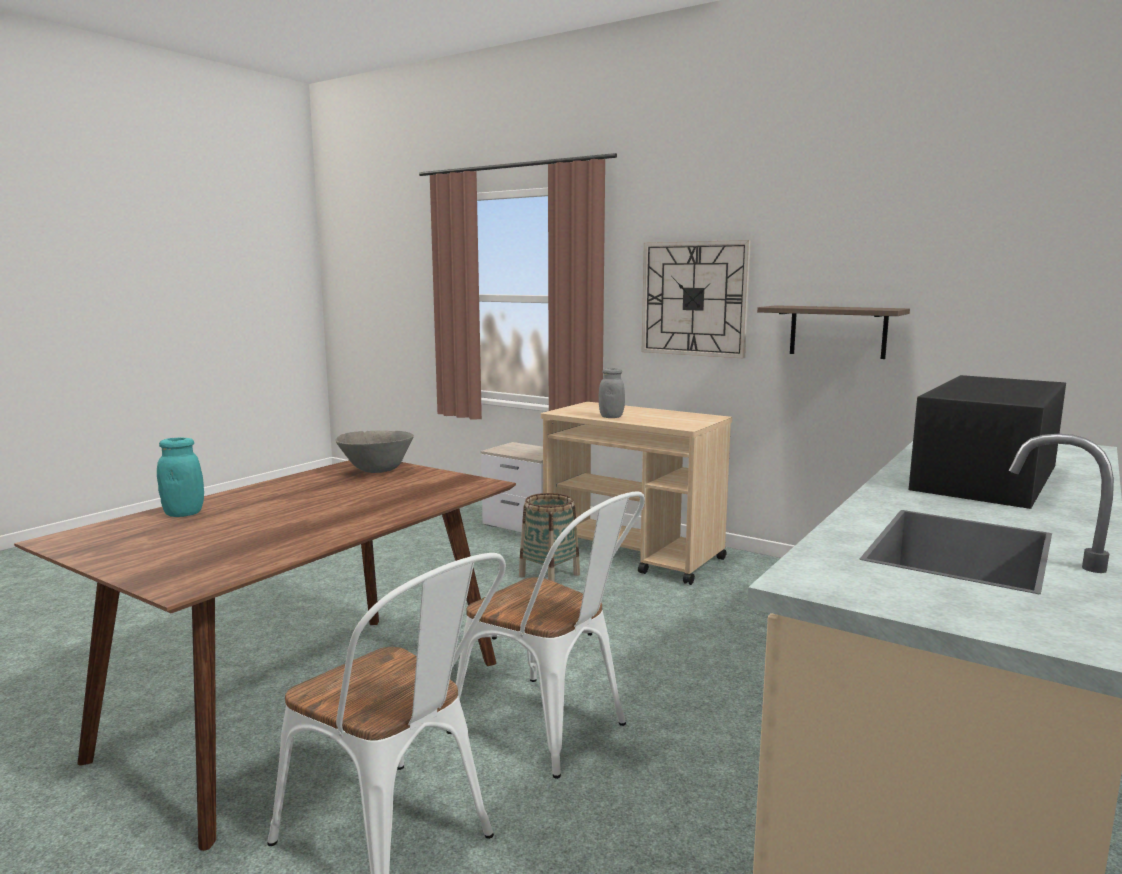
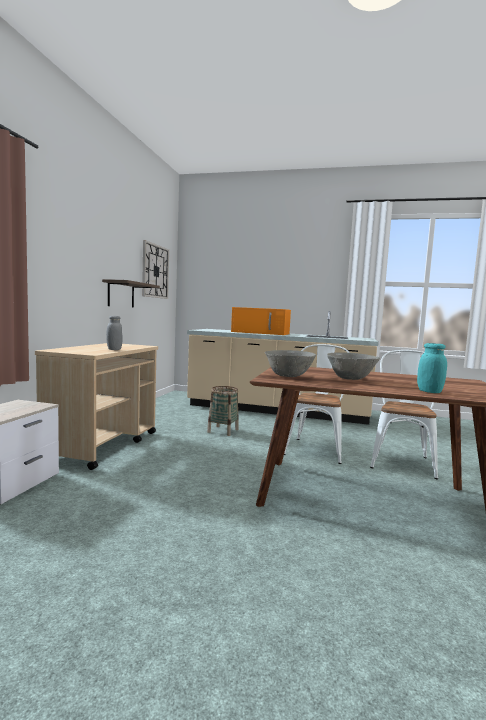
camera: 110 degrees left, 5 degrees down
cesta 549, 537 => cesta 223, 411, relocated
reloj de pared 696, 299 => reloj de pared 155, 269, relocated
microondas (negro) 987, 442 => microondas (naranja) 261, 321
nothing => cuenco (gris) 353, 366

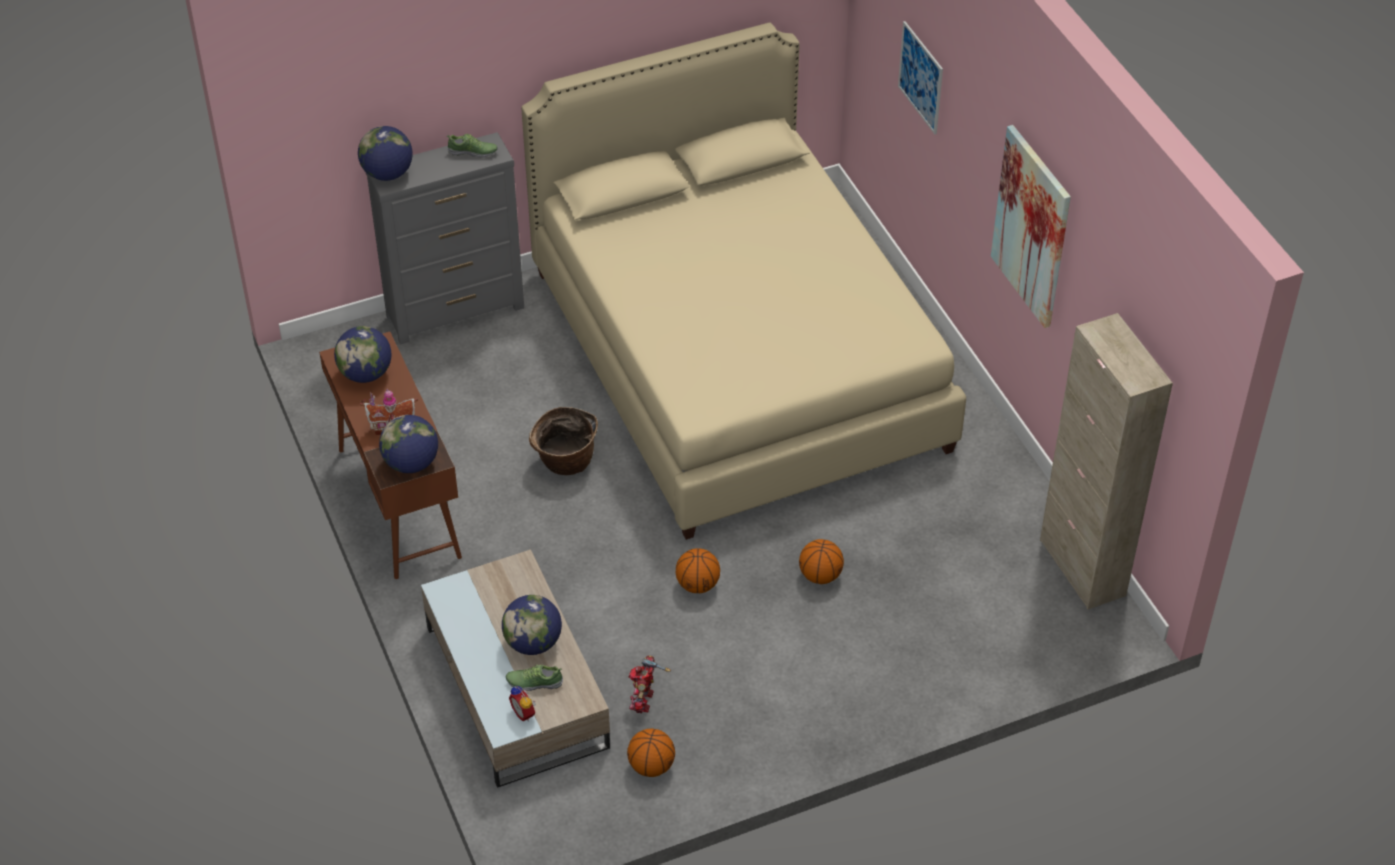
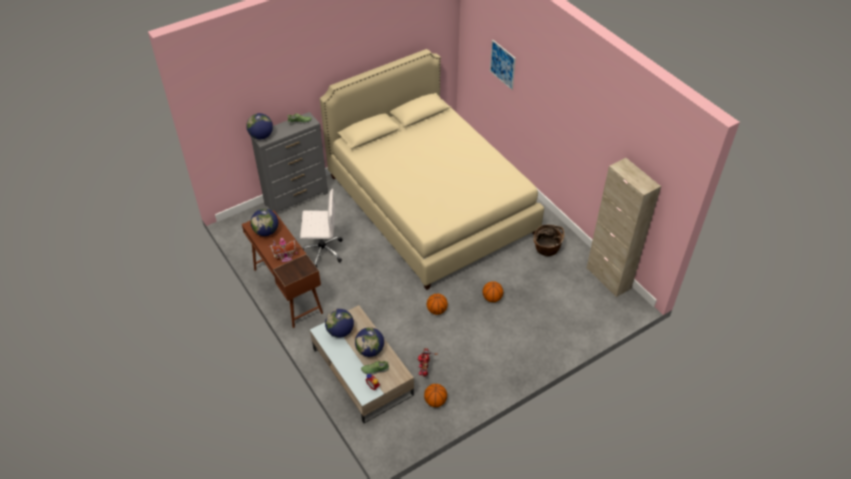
camera: 10 degrees left, 0 degrees up
globo terráqueo 408, 444 => globo terráqueo 339, 323, relocated
cesta 563, 441 => cesta 548, 240, relocated
cuadro 1031, 226 => nothing
nothing => silla de oficina (blanco) 321, 228

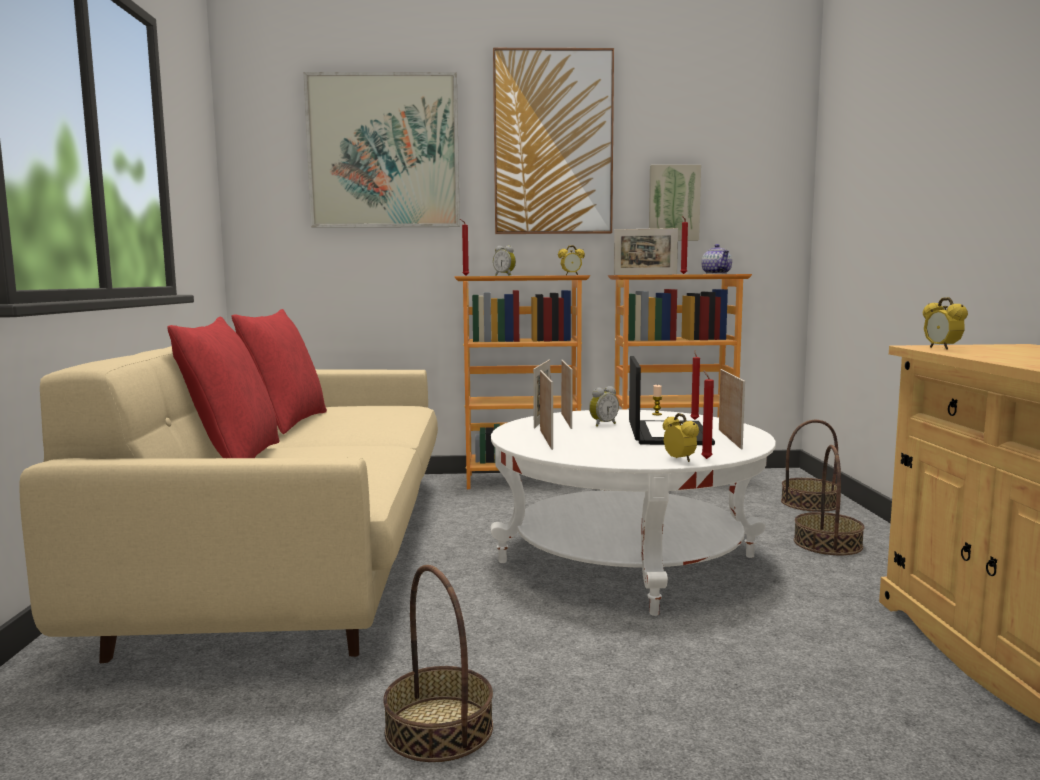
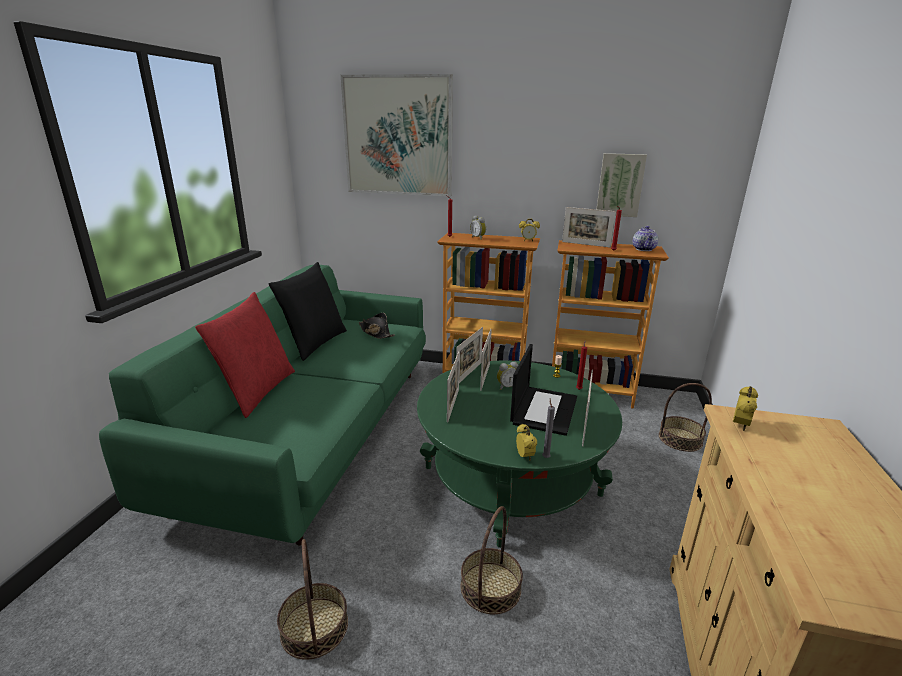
camera: 15 degrees right, 15 degrees up
sofá (beis) 229, 504 => sofá (verde) 262, 405
cojín (rojo) 279, 371 => cojín (negro) 308, 311
mesa de centro (blanco) 633, 513 => mesa de centro (verde) 519, 454
cuadro 553, 141 => nothing
vela (rojo) 707, 414 => vela (gris) 548, 428
cesta 829, 500 => cesta 492, 560, relocated
despertador 945, 323 => despertador 745, 408, 150 degrees counterclockwise
nothing => sombrero (negro) 377, 326

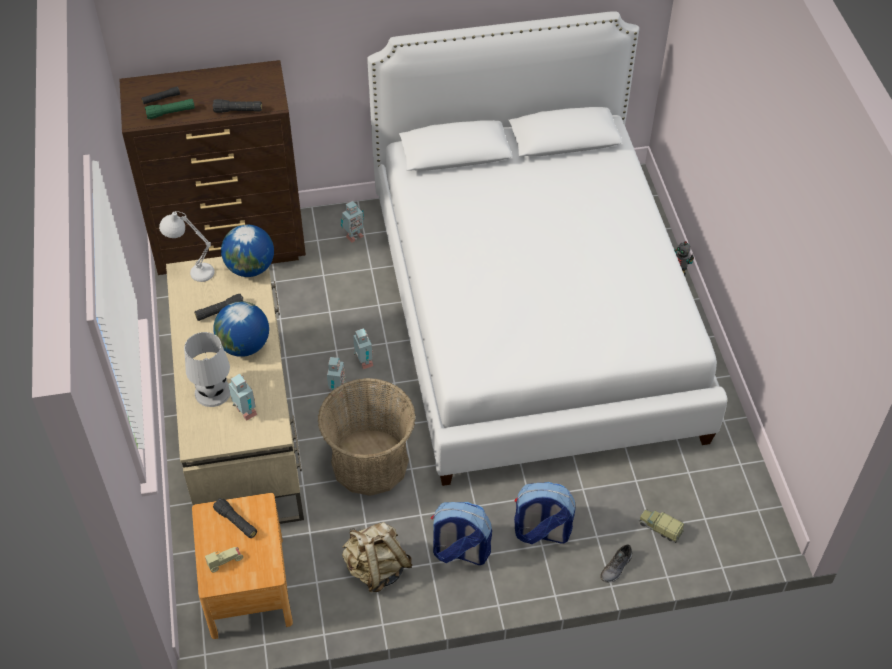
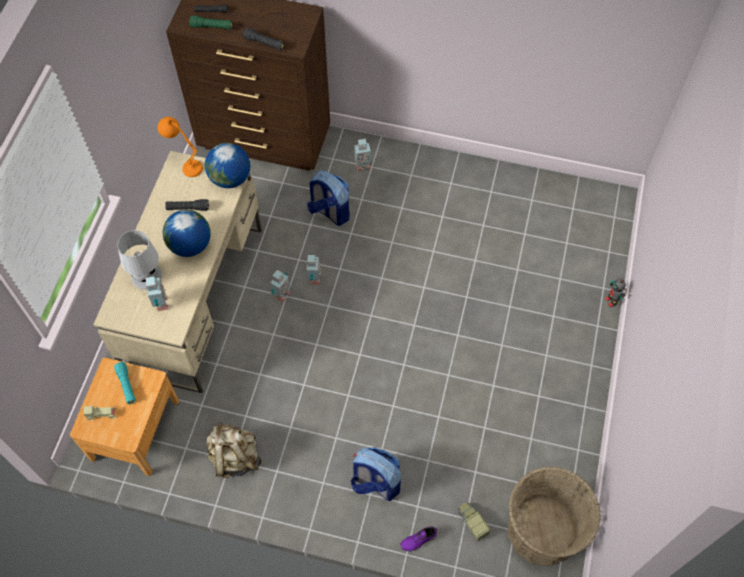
camera: 25 degrees right, 10 degrees up
lámpara de mesa (blanco) 187, 246 => lámpara de mesa (naranja) 180, 147
linterna (negro) 235, 518 => linterna (turquesa) 125, 383
cesta 367, 437 => cesta 554, 516, relocated
cama (blanco) 547, 248 => nothing
mochila 461, 533 => mochila 328, 198, relocated
zapato (gris) 616, 564 => zapato (morado) 419, 539

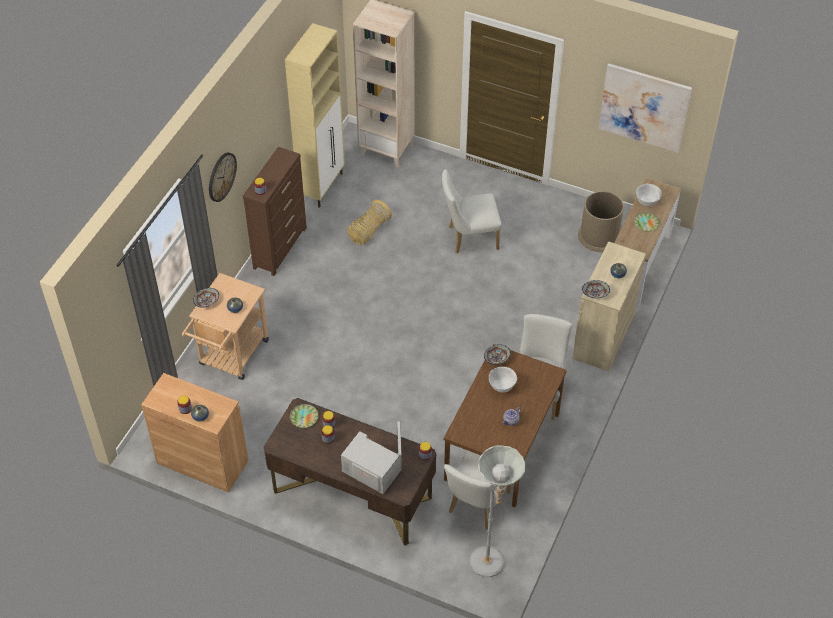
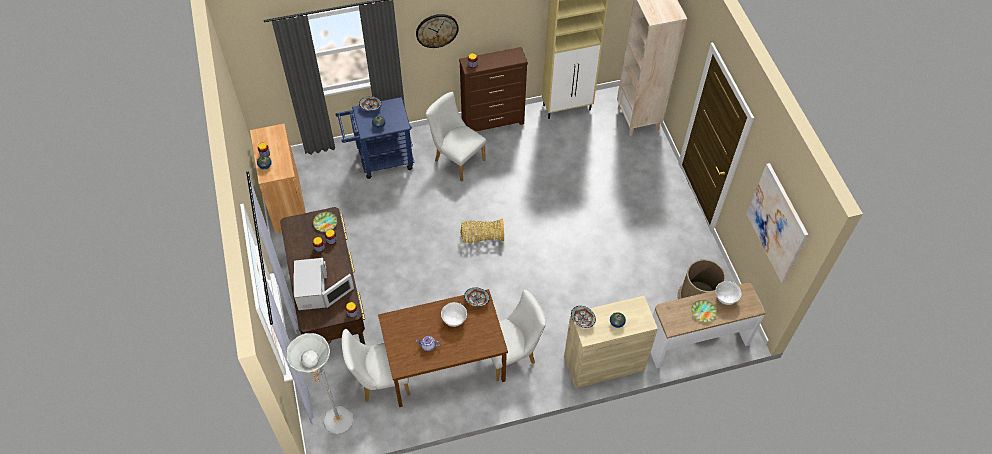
camera: 50 degrees right, 5 degrees up
carrito (beis) 225, 326 => carrito (azul) 375, 138
cesta 369, 222 => cesta 482, 230, relocated
silla (blanco) 472, 211 => silla (blanco) 456, 137, relocated

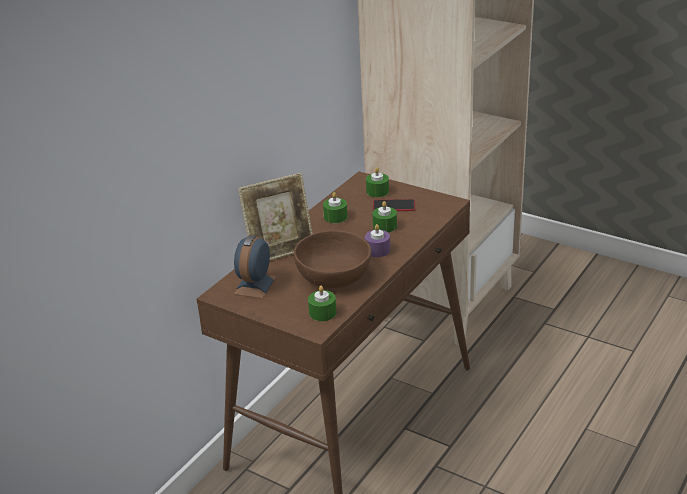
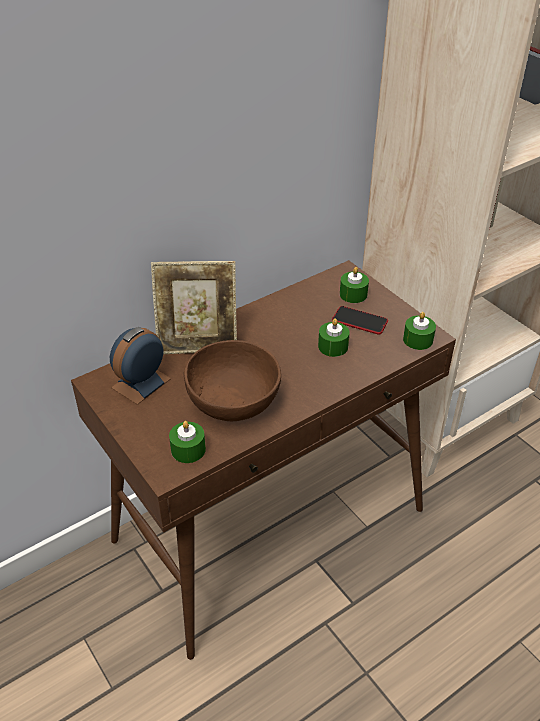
camera: 20 degrees right, 10 degrees up
vela (verde) 335, 207 => vela (verde) 419, 331, relocated
vela (morado) 377, 240 => nothing

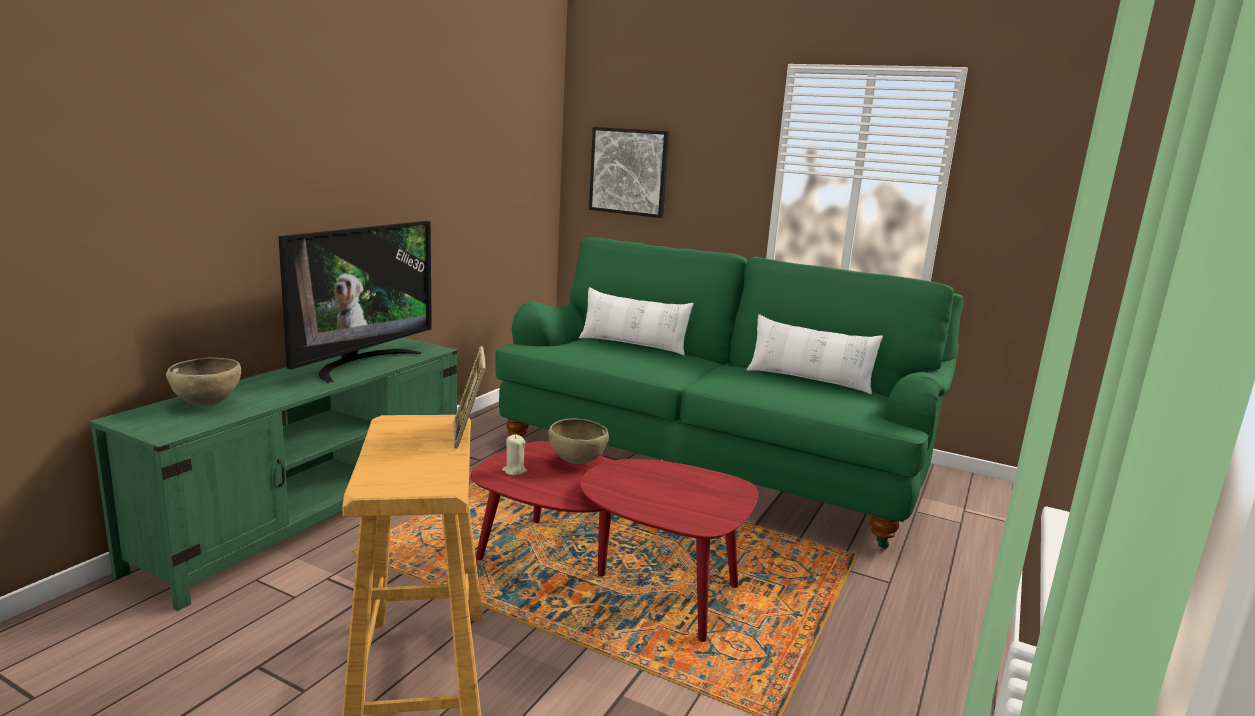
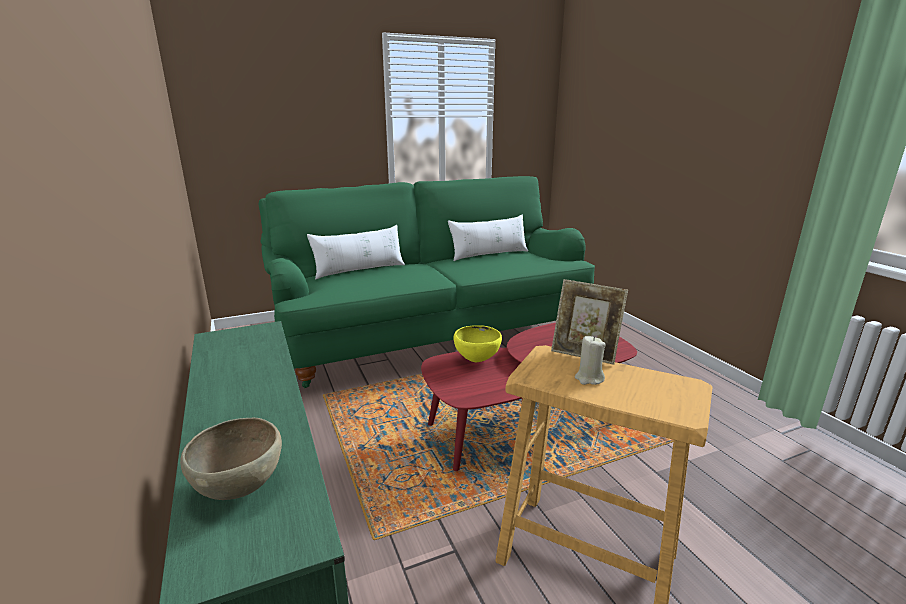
camera: 50 degrees left, 5 degrees up
televisor 355, 302 => nothing
vela (beis) 514, 454 => vela (beis) 590, 360, relocated
cuenco (marrón) 578, 441 => cuenco (amarillo) 477, 343
cuadro 629, 172 => nothing

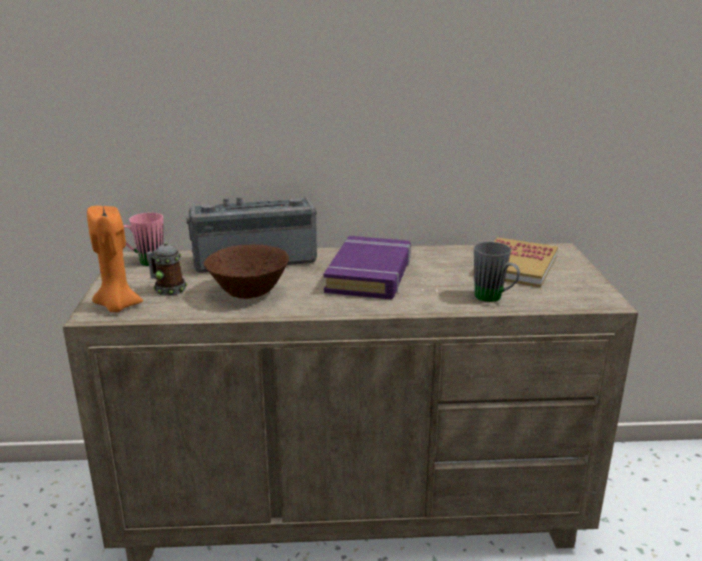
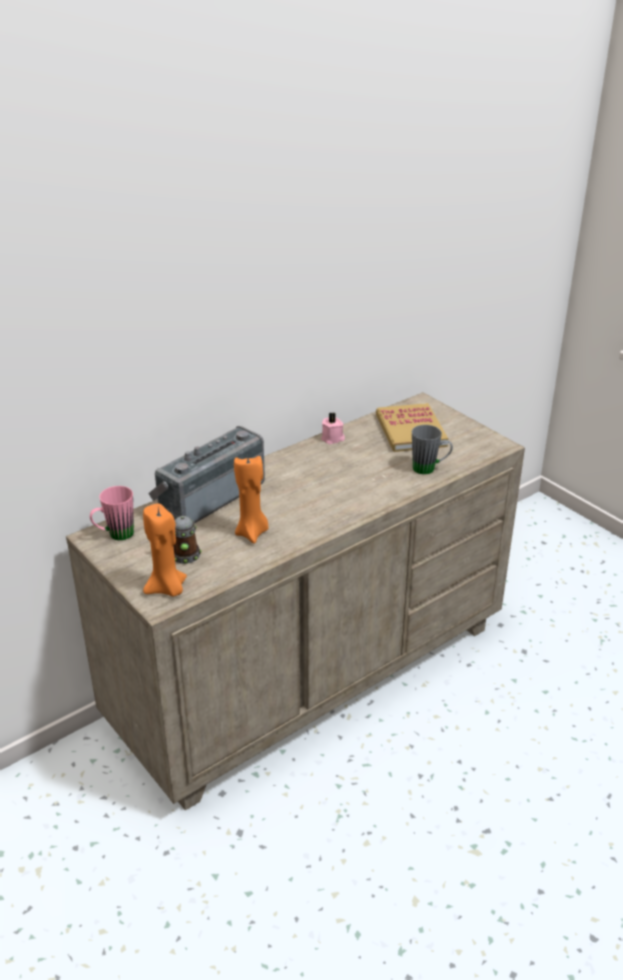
camera: 35 degrees left, 10 degrees up
cuenco (marrón) 246, 271 => vela (naranja) 251, 500
libro (morado) 367, 267 => nothing
nothing => vela (rosa) 333, 428

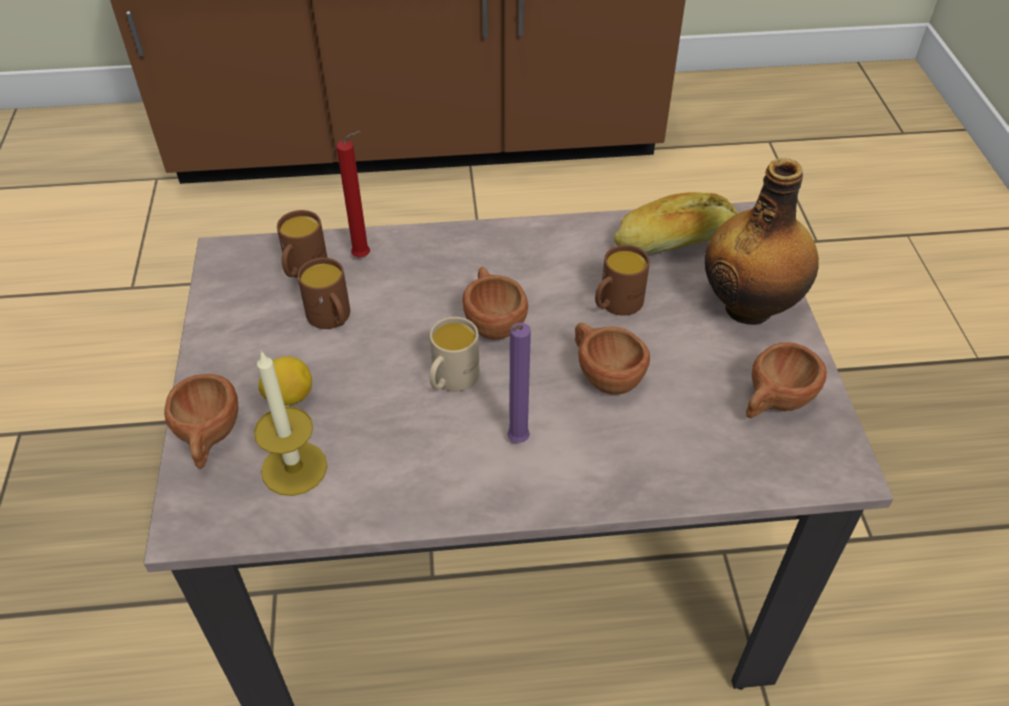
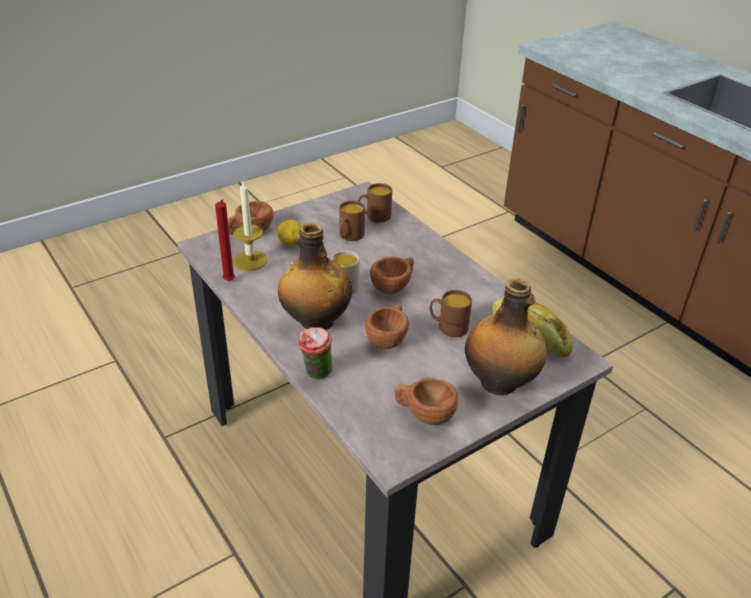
camera: 60 degrees right, 10 degrees down
vela (rojo) 353, 194 => vela (rojo) 225, 240, relocated
vela (morado) 519, 383 => botella 315, 276
nothing => taza 315, 353

